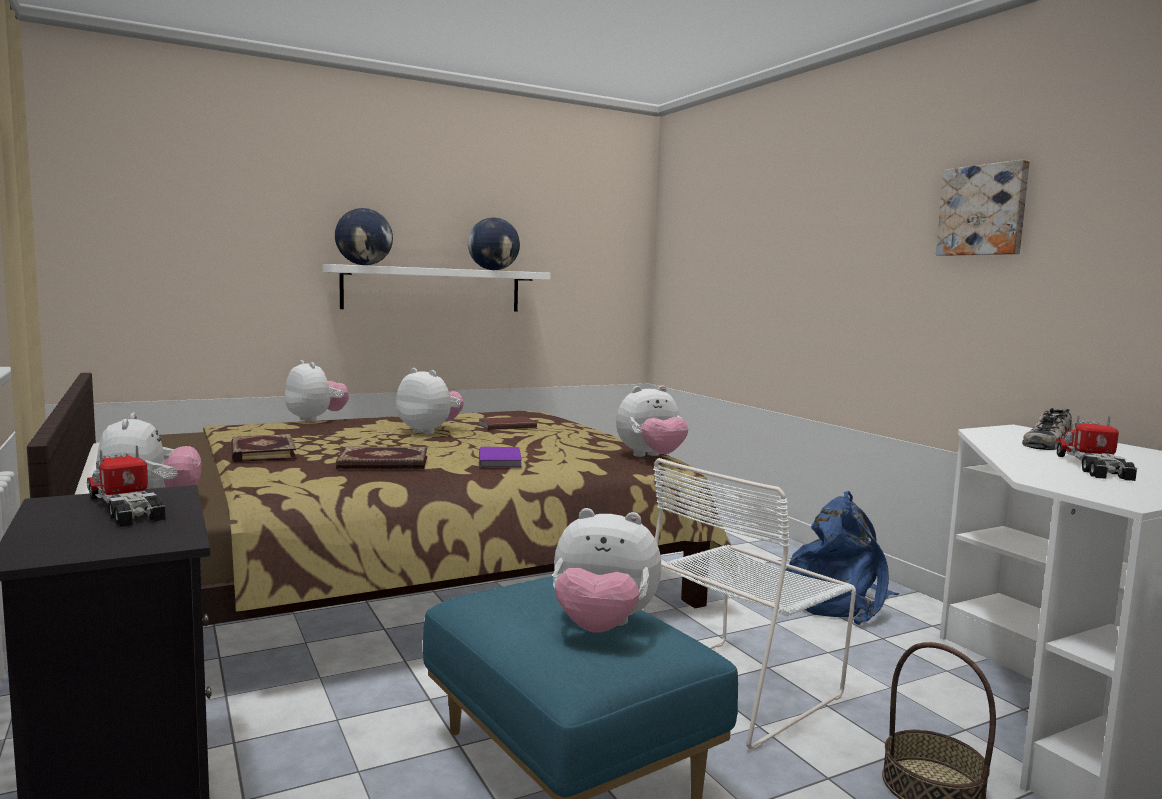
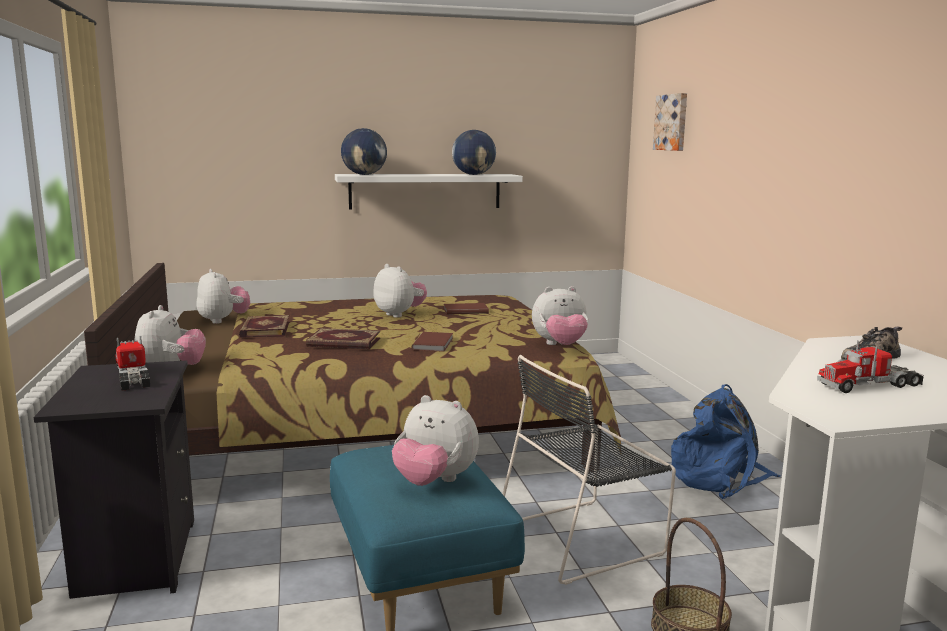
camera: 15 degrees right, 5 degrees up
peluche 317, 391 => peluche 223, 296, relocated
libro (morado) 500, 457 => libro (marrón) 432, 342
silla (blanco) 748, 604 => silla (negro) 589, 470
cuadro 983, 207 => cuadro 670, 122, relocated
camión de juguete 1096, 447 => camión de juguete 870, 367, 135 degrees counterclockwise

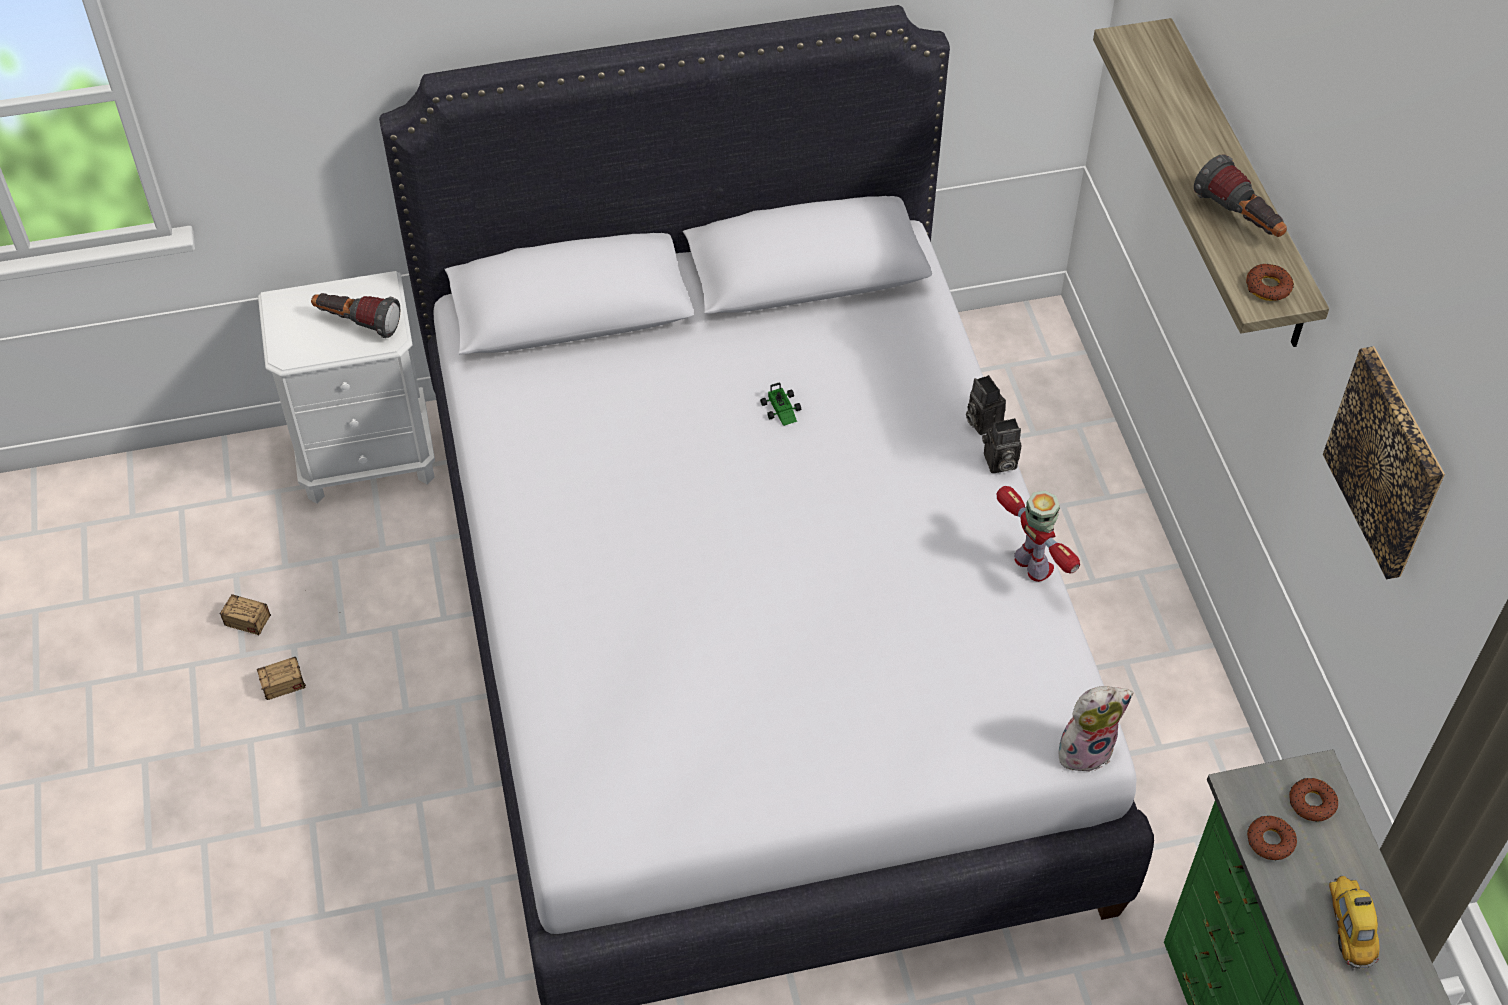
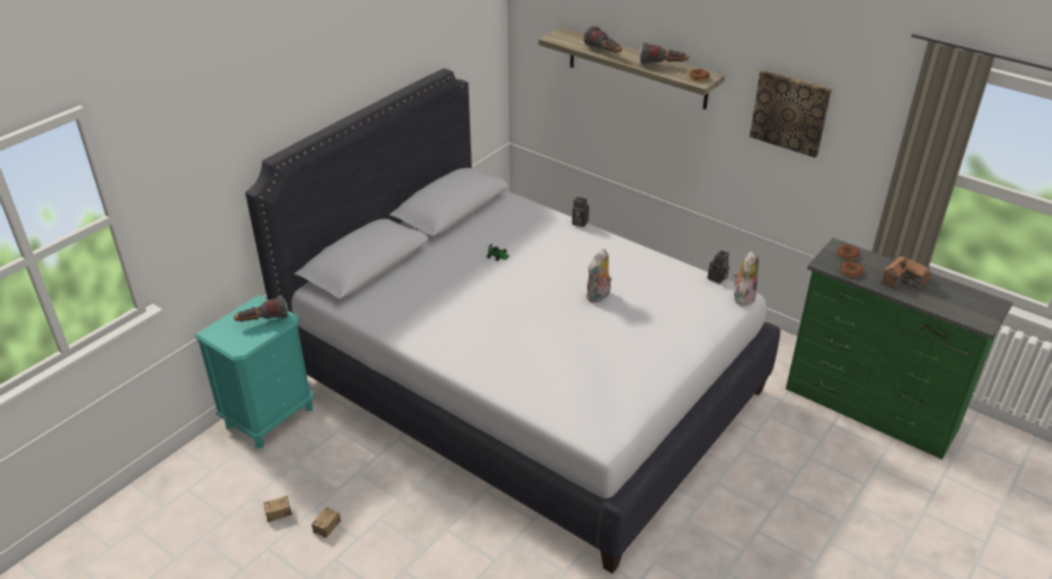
camera: 40 degrees left, 15 degrees down
mesita de noche (blanco) 346, 387 => mesita de noche (turquesa) 254, 371
cámara 1002, 445 => cámara 718, 267, relocated
robot de juguete 1038, 534 => nothing
coche de juguete 1354, 922 => casita 906, 273
nothing => linterna 603, 39
nothing => peluche 599, 276

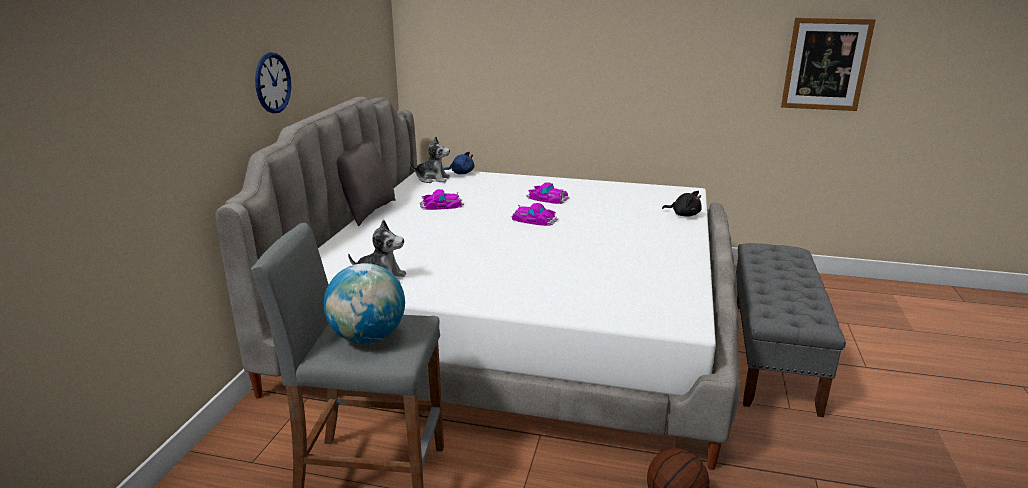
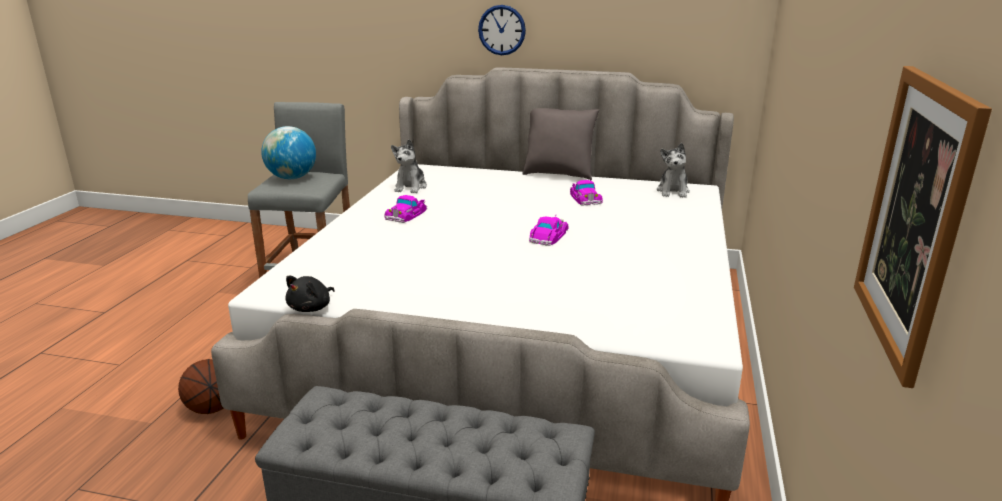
camera: 90 degrees right, 0 degrees up
peluche (azul) 459, 163 => nothing
coche de juguete 548, 193 => coche de juguete 405, 209, relocated
peluche (negro) 682, 204 => peluche (negro) 310, 294, relocated

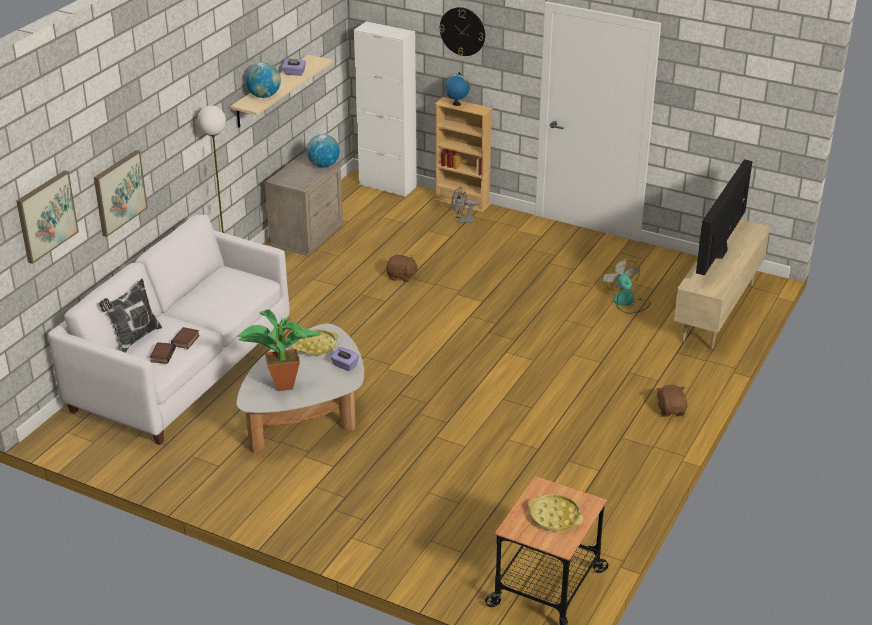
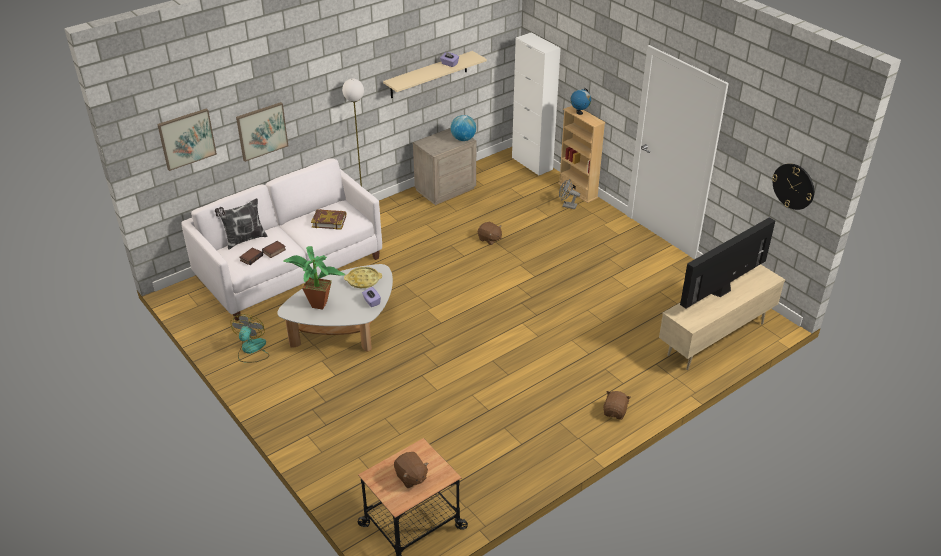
camera: 25 degrees right, 5 degrees up
globo terráqueo 263, 80 => nothing
reloj de pared 462, 31 => reloj de pared 793, 186, relocated
bandeja (amarillo) 555, 512 => peluche (marrón) 411, 470
ventilador 626, 286 => ventilador 249, 338, relocated
nothing => libro 328, 219

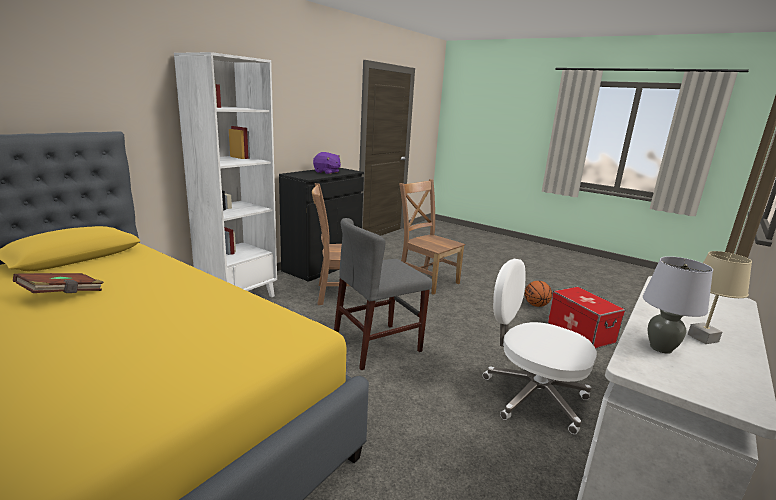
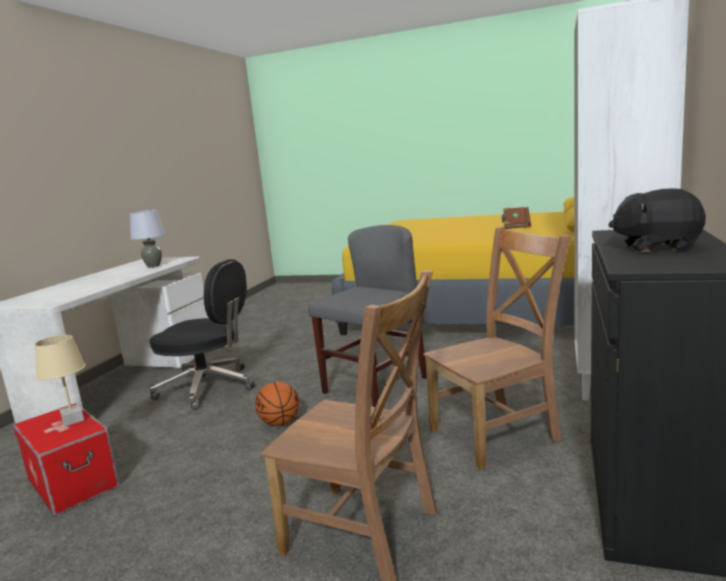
camera: 165 degrees right, 5 degrees down
peluche (morado) 327, 163 => peluche (negro) 657, 220
silla de oficina (blanco) 540, 346 => silla de oficina (negro) 202, 334
balón de baloncesto 538, 294 => balón de baloncesto 277, 404, relocated
lámpara de mesa (beis) 720, 297 => lámpara de mesa (beis) 60, 380, relocated

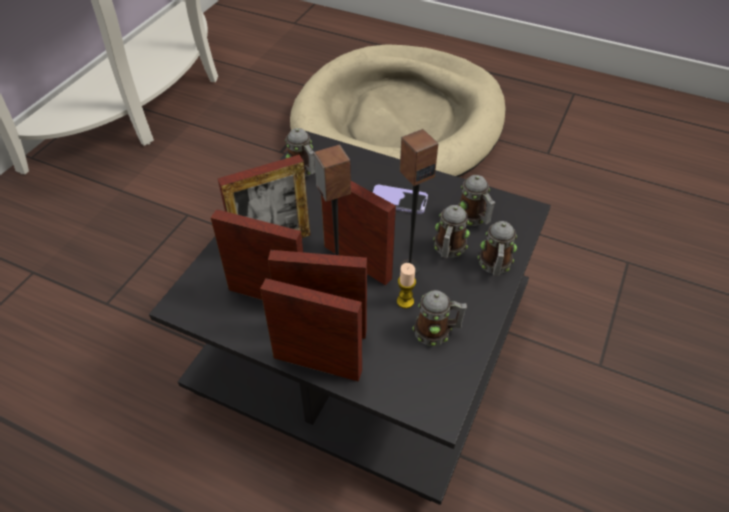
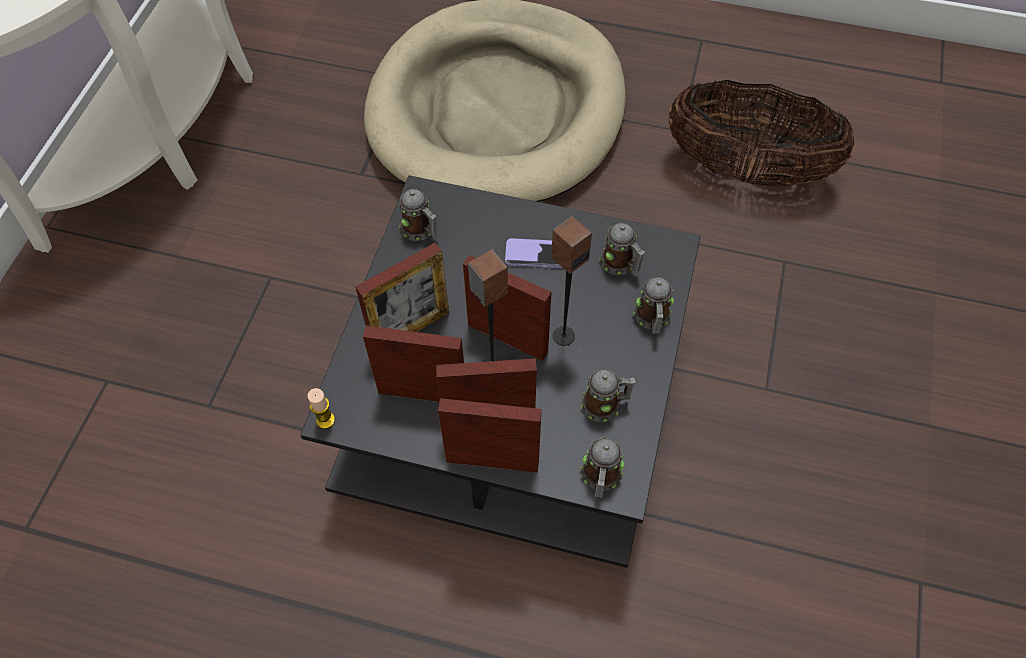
camera: 10 degrees left, 10 degrees up
vela 406, 285 => vela 321, 408, relocated
taza grande 451, 231 => taza grande 603, 468, relocated
nothing => cesta 762, 133

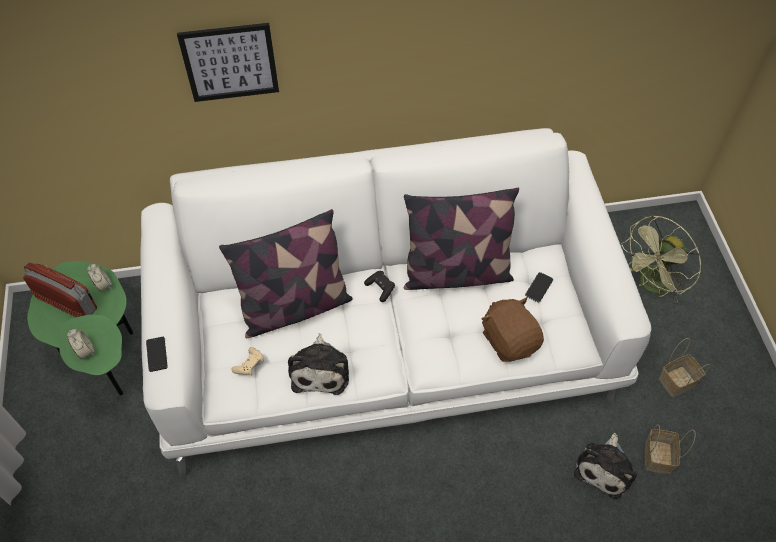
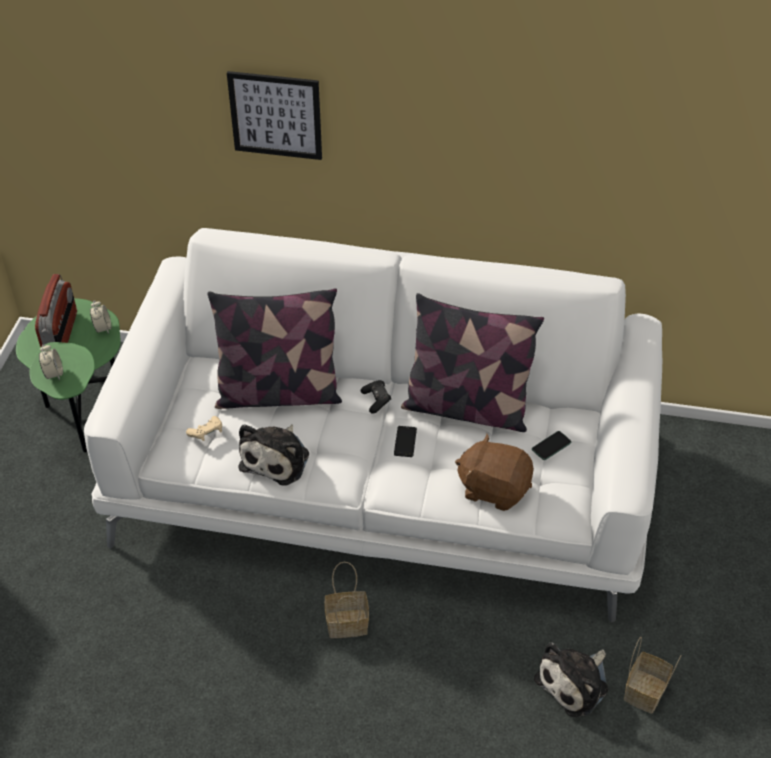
camera: 20 degrees right, 10 degrees down
radio 60, 289 => radio 56, 311, 45 degrees clockwise
móvil 157, 354 => móvil 405, 441, relocated
peluche (marrón) 513, 329 => peluche (marrón) 494, 472, 60 degrees counterclockwise
ventilador (verde) 661, 259 => nothing
cesta 684, 367 => cesta 347, 600, relocated

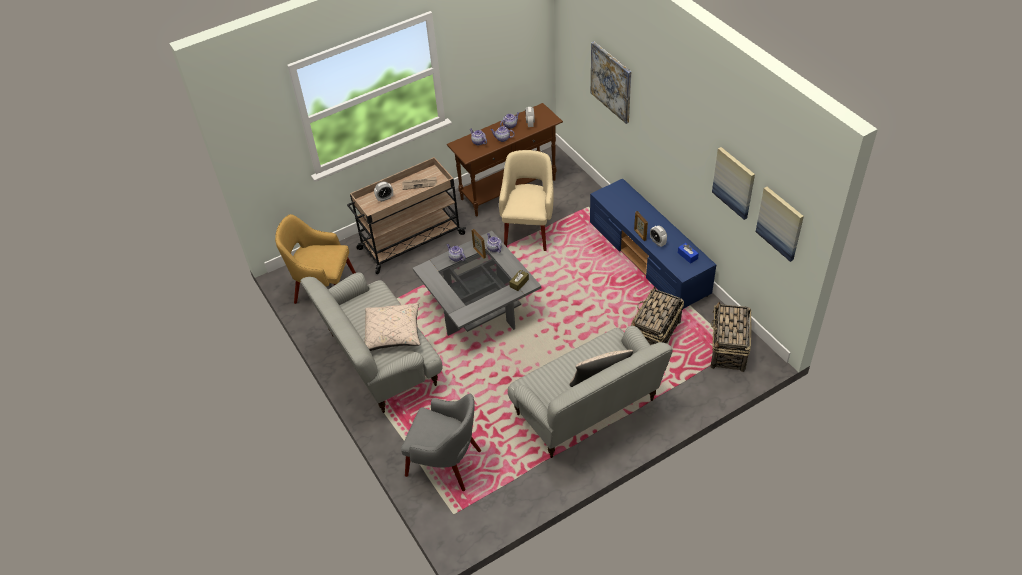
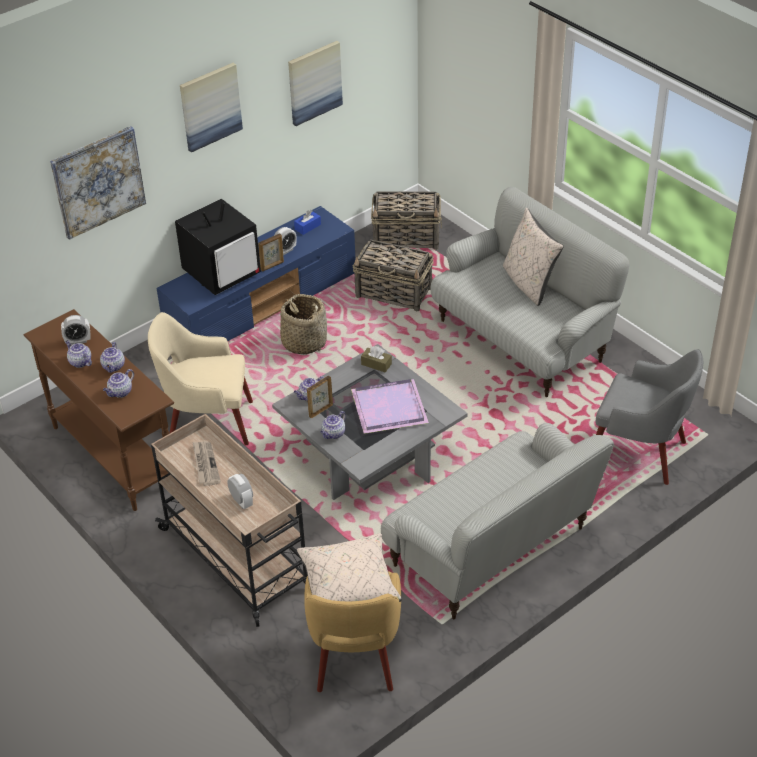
camera: 100 degrees left, 5 degrees down
cojín (beis) 392, 327 => cojín (beis) 349, 567, relocated
sillón (gris) 441, 442 => sillón (gris) 649, 417, 105 degrees clockwise
cuadro 780, 224 => cuadro 211, 108, relocated
nothing => televisor 218, 247
nothing => cesta 303, 324
nothing => bandeja (morado) 390, 406

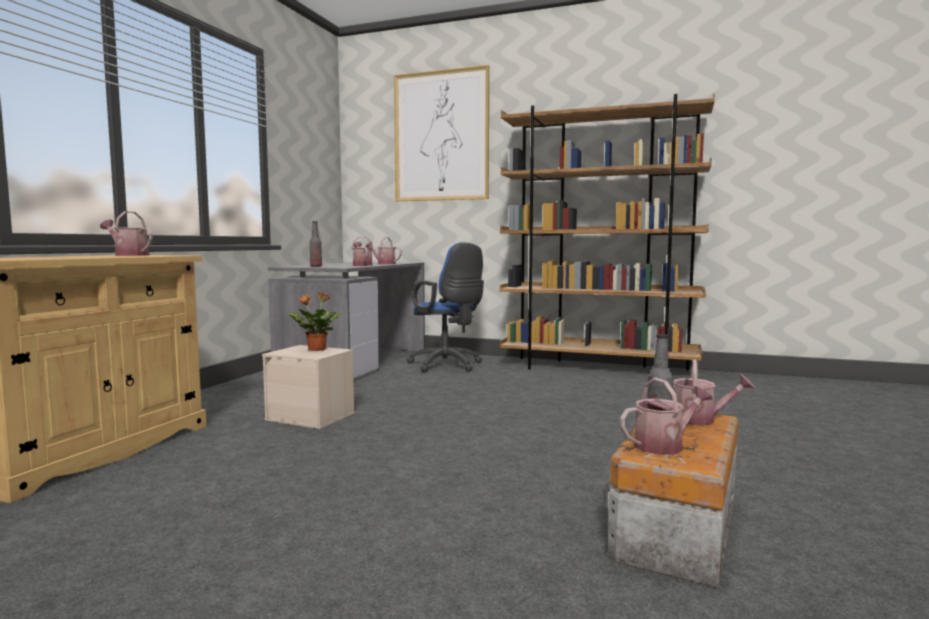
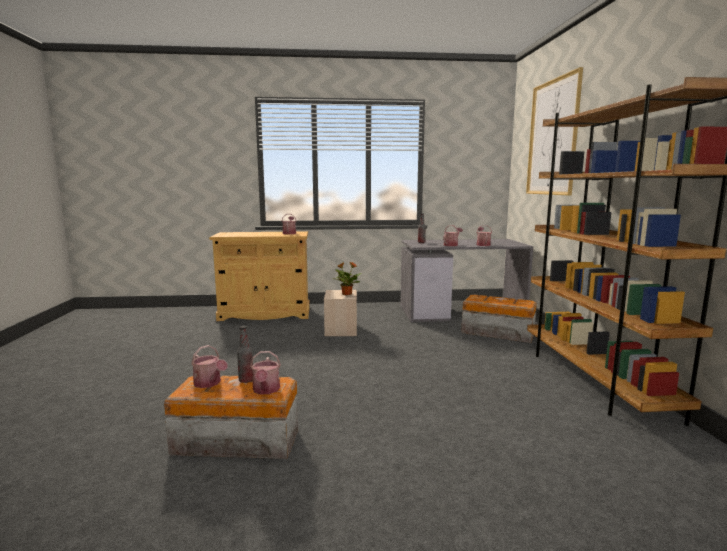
camera: 65 degrees right, 5 degrees up
silla de oficina (azul) 445, 307 => caja de almacenaje 499, 319

